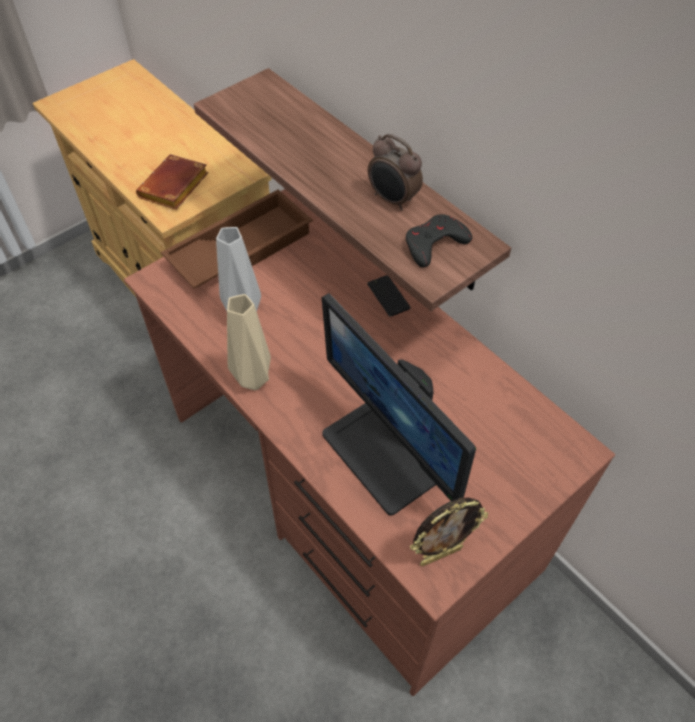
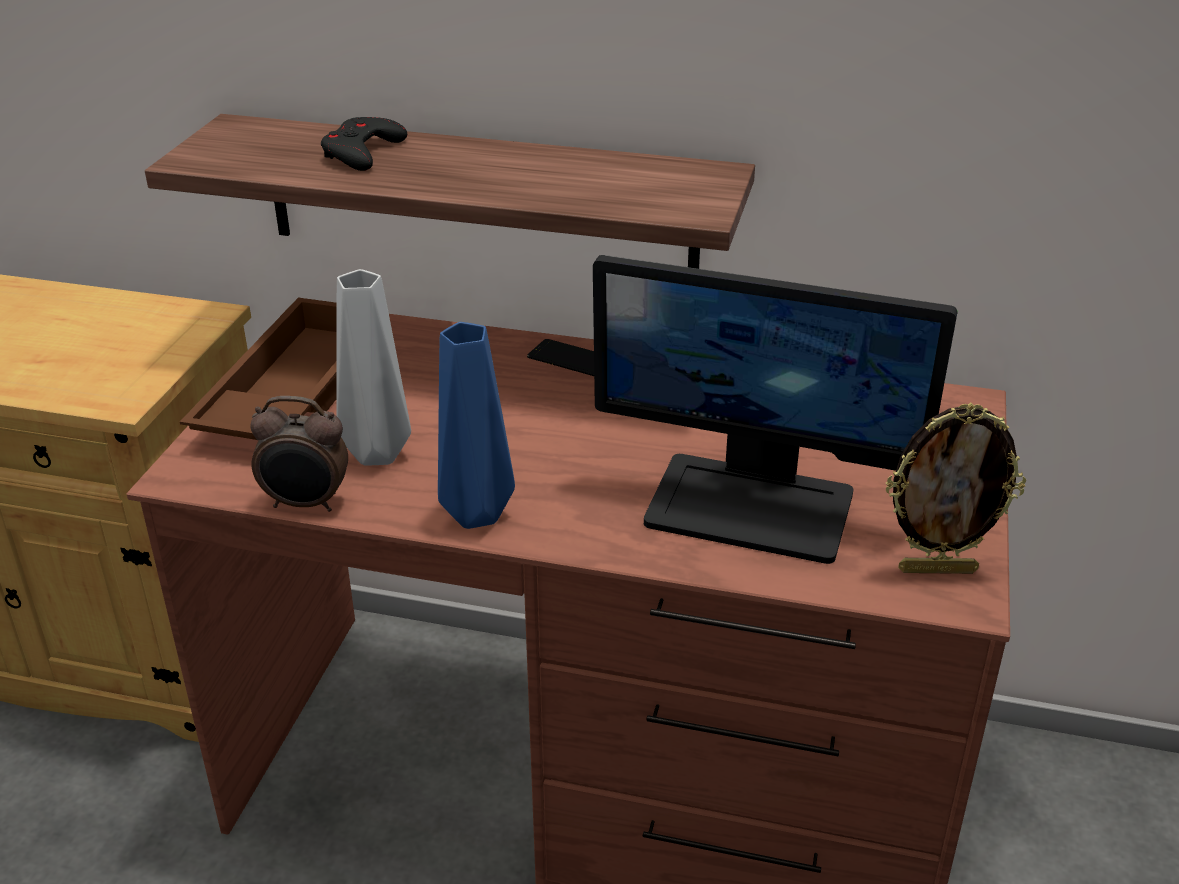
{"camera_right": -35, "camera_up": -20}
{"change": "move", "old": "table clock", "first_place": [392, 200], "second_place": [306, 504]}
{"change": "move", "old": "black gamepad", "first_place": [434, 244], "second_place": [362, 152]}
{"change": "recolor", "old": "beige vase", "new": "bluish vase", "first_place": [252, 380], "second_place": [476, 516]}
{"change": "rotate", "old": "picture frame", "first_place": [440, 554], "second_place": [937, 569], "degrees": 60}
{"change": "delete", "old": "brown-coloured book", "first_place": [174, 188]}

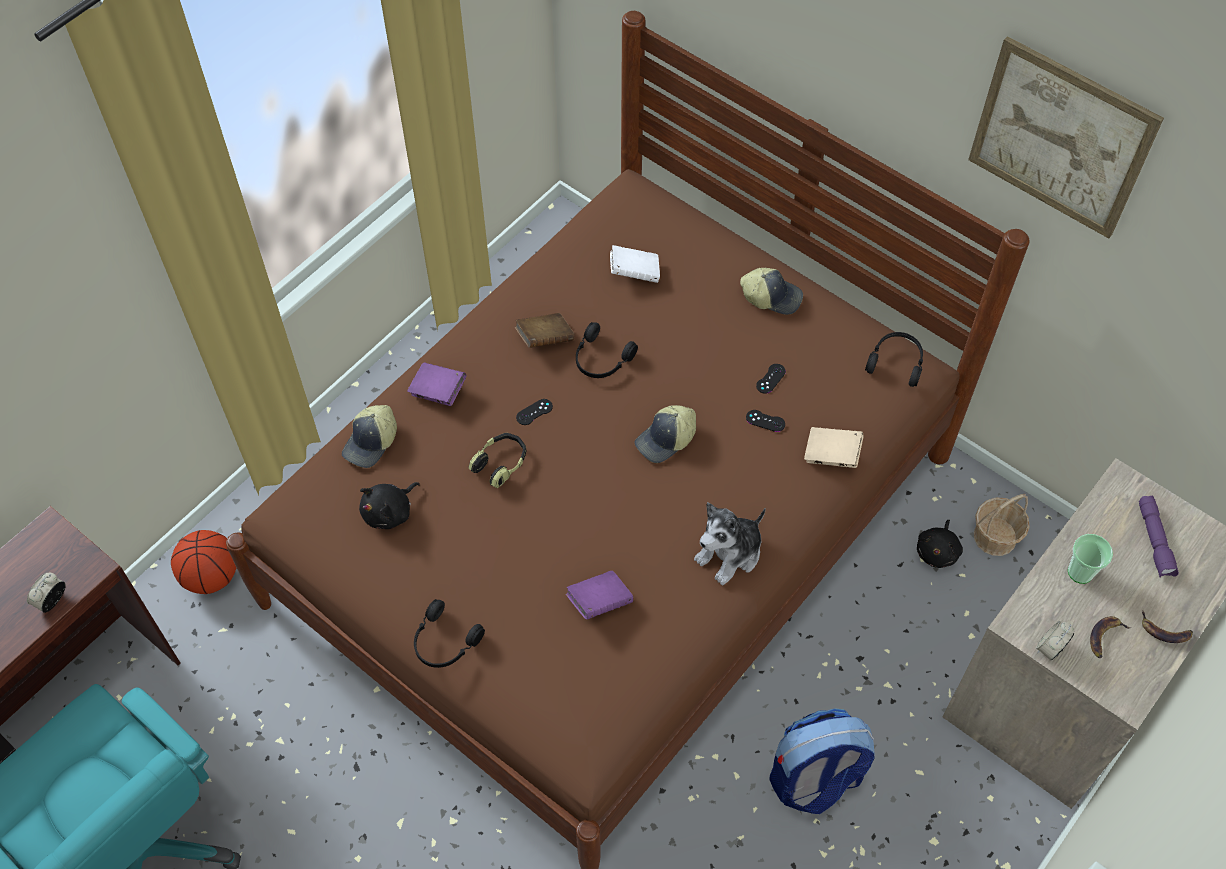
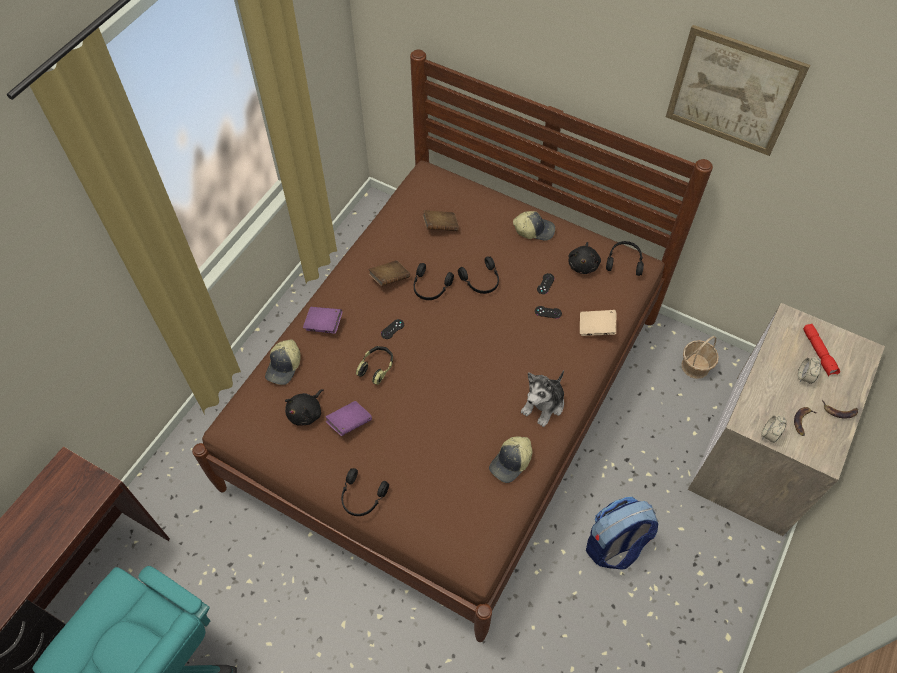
{"camera_right": -10, "camera_up": 0}
{"change": "move", "old": "purplish book", "first_place": [599, 602], "second_place": [349, 423]}
{"change": "recolor", "old": "whitish book", "new": "brown-coloured book", "first_place": [634, 272], "second_place": [440, 226]}
{"change": "insert", "new": "black headphones", "second_place": [481, 281]}
{"change": "move", "old": "peaked cap", "first_place": [666, 440], "second_place": [511, 463]}
{"change": "move", "old": "black soft toy", "first_place": [937, 551], "second_place": [583, 264]}
{"change": "move", "old": "table clock", "first_place": [52, 600], "second_place": [804, 376]}
{"change": "recolor", "old": "purplish flashlight", "new": "red flashlight", "first_place": [1155, 541], "second_place": [819, 353]}
{"change": "delete", "old": "ball for basketball", "first_place": [211, 576]}
{"change": "delete", "old": "drinking cup", "first_place": [1080, 572]}

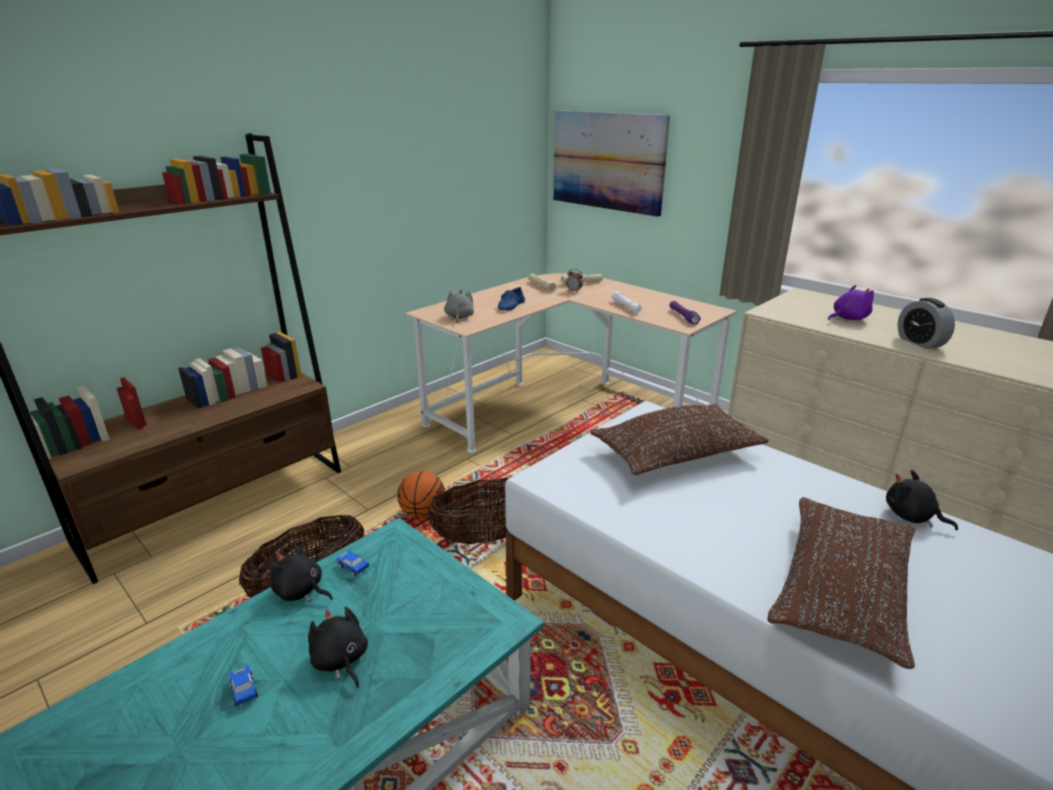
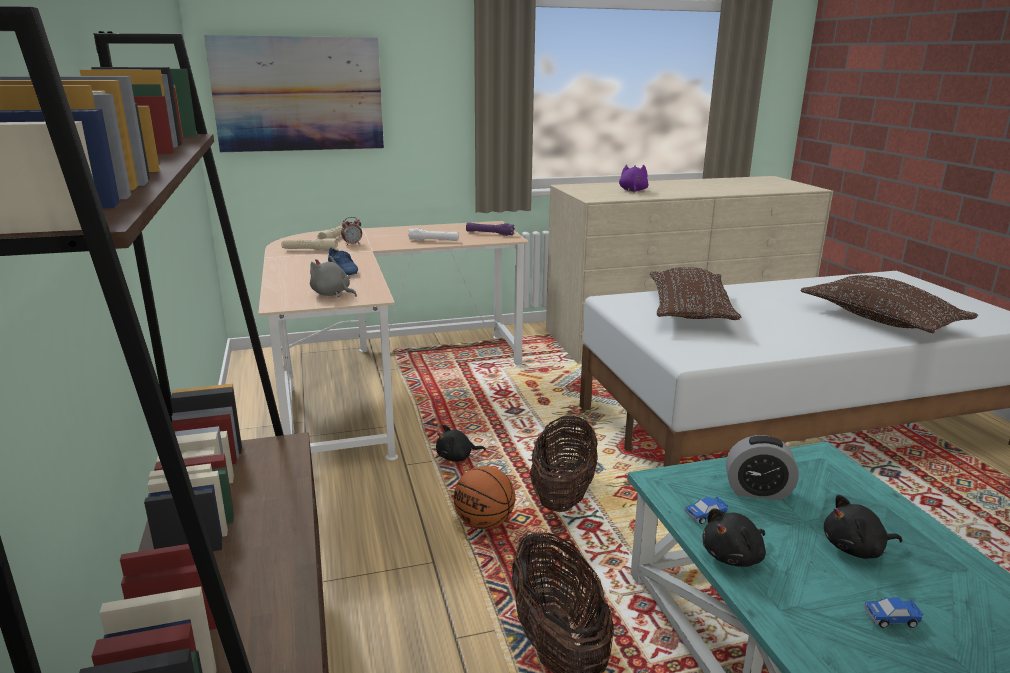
{"camera_right": -60, "camera_up": -5}
{"change": "move", "old": "black soft toy", "first_place": [912, 517], "second_place": [457, 457]}
{"change": "move", "old": "table clock", "first_place": [920, 342], "second_place": [757, 491]}

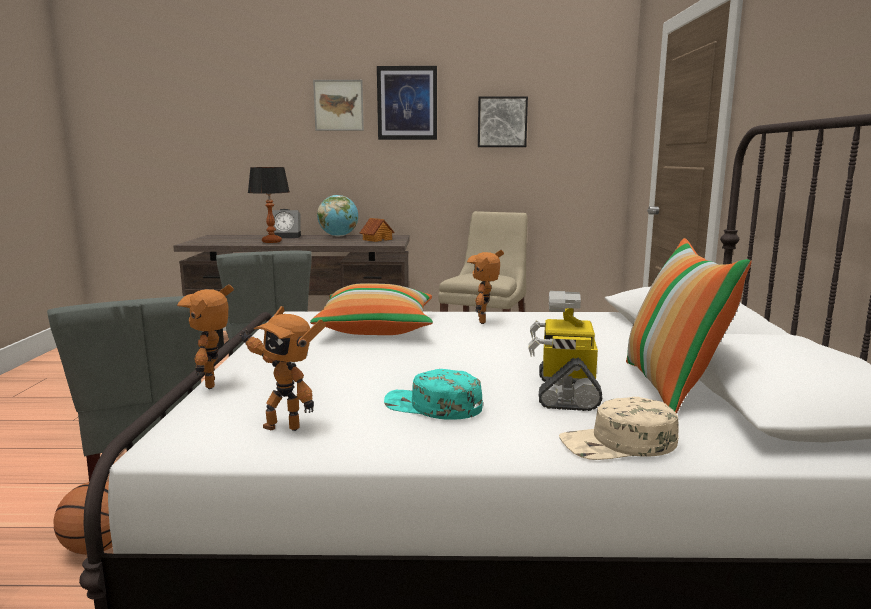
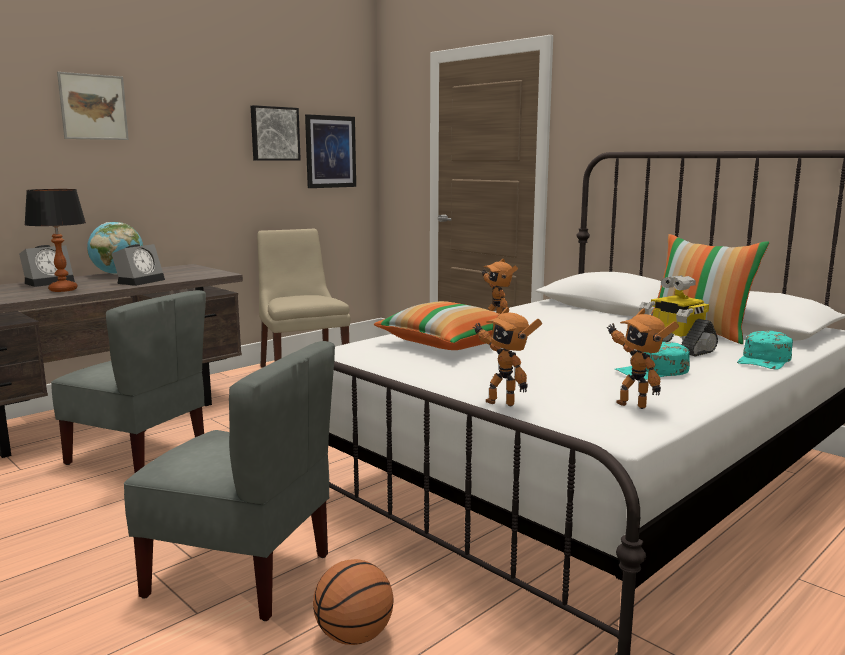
{"camera_right": -45, "camera_up": 0}
{"change": "insert", "new": "table clock", "second_place": [141, 281]}
{"change": "move", "old": "wall picture", "first_place": [407, 103], "second_place": [330, 152]}
{"change": "rotate", "old": "toy robot", "first_place": [283, 426], "second_place": [633, 404], "degrees": 75}
{"change": "recolor", "old": "beige peaked cap", "new": "blue-green peaked cap", "first_place": [618, 444], "second_place": [764, 360]}
{"change": "delete", "old": "model house", "first_place": [377, 239]}

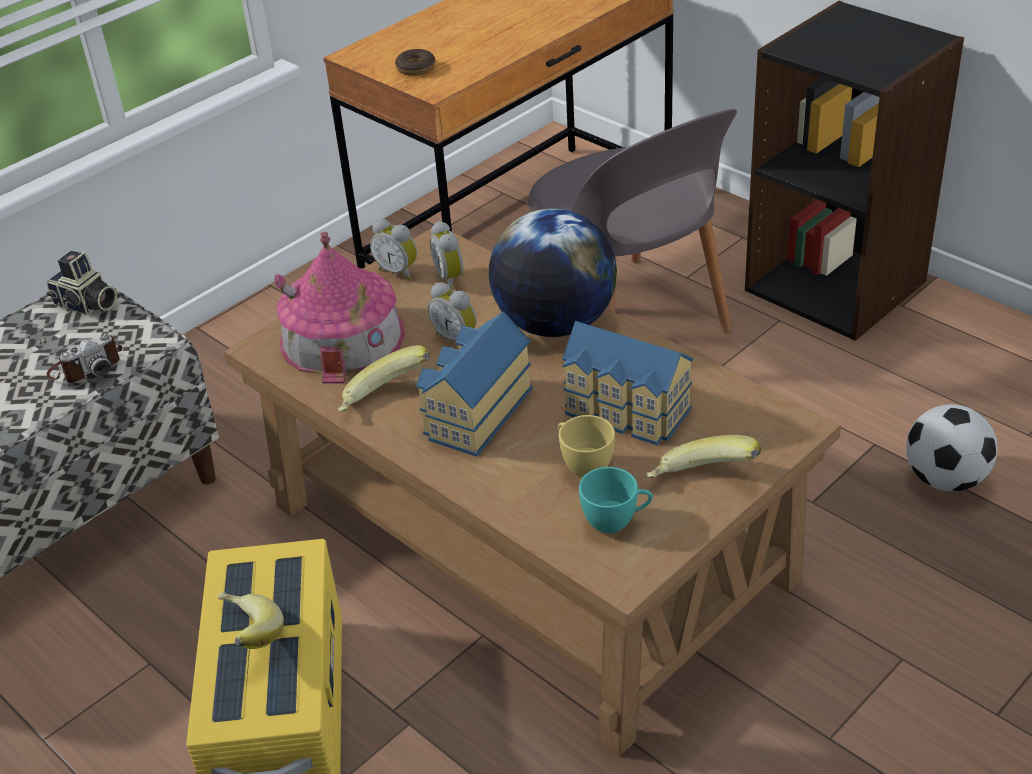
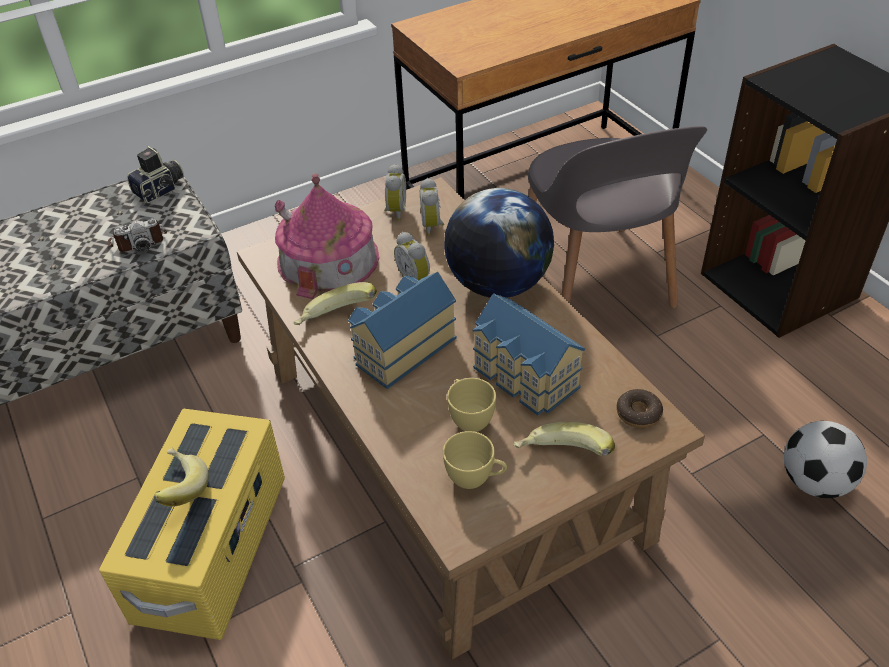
{"camera_right": 15, "camera_up": 5}
{"change": "rotate", "old": "photo camera", "first_place": [86, 305], "second_place": [161, 190], "degrees": -90}
{"change": "rotate", "old": "table clock", "first_place": [398, 271], "second_place": [395, 211], "degrees": -135}
{"change": "recolor", "old": "blue-green drinking cup", "new": "yellow drinking cup", "first_place": [616, 521], "second_place": [475, 478]}
{"change": "move", "old": "ring doughnut", "first_place": [416, 68], "second_place": [638, 413]}

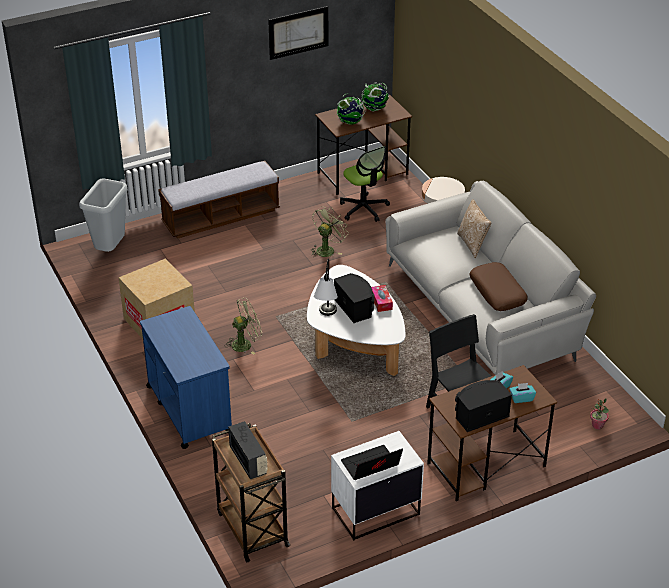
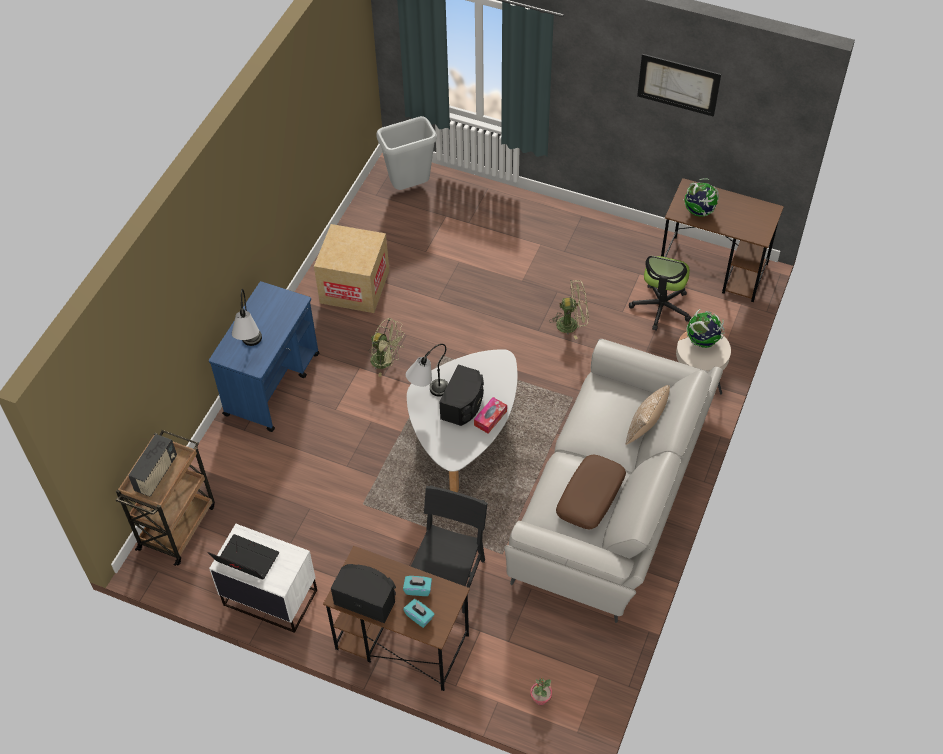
{"camera_right": 50, "camera_up": 15}
{"change": "insert", "new": "tabletop lamp", "second_place": [251, 349]}
{"change": "move", "old": "globe", "first_place": [375, 109], "second_place": [702, 341]}
{"change": "delete", "old": "bench", "first_place": [221, 217]}

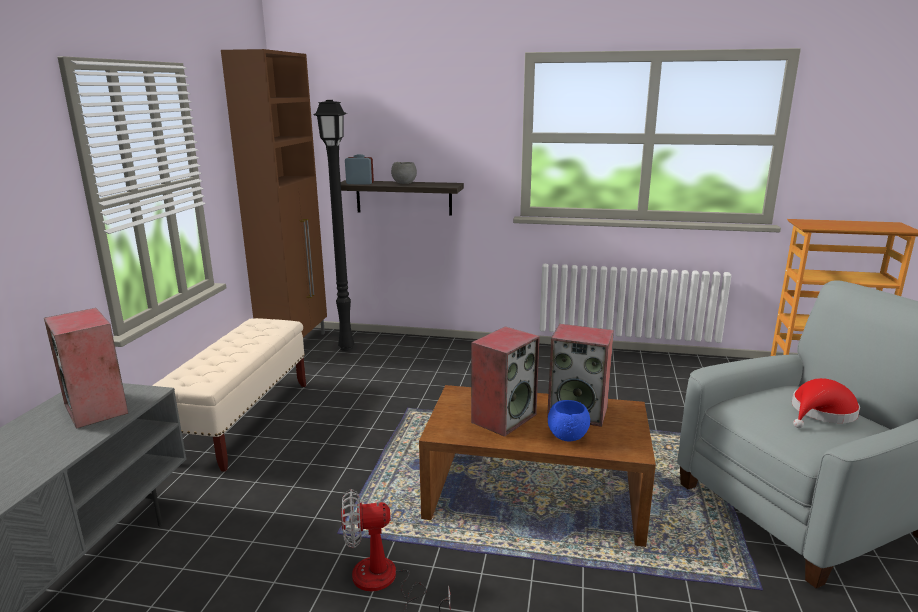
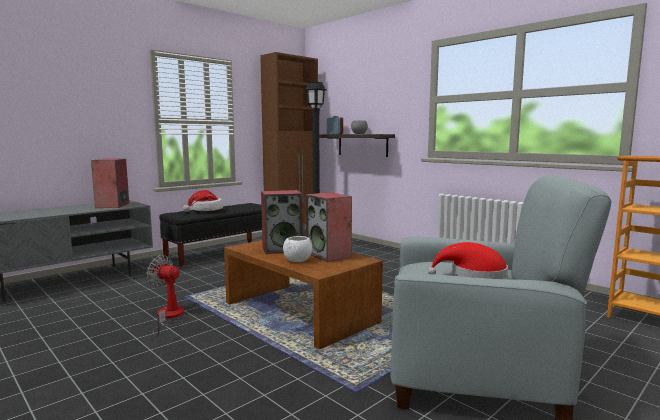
{"camera_right": 35, "camera_up": -10}
{"change": "recolor", "old": "beige bench", "new": "black bench", "first_place": [242, 420], "second_place": [219, 253]}
{"change": "insert", "new": "clothing hat", "second_place": [206, 210]}
{"change": "recolor", "old": "bluish serving bowl", "new": "whitish serving bowl", "first_place": [568, 436], "second_place": [298, 260]}

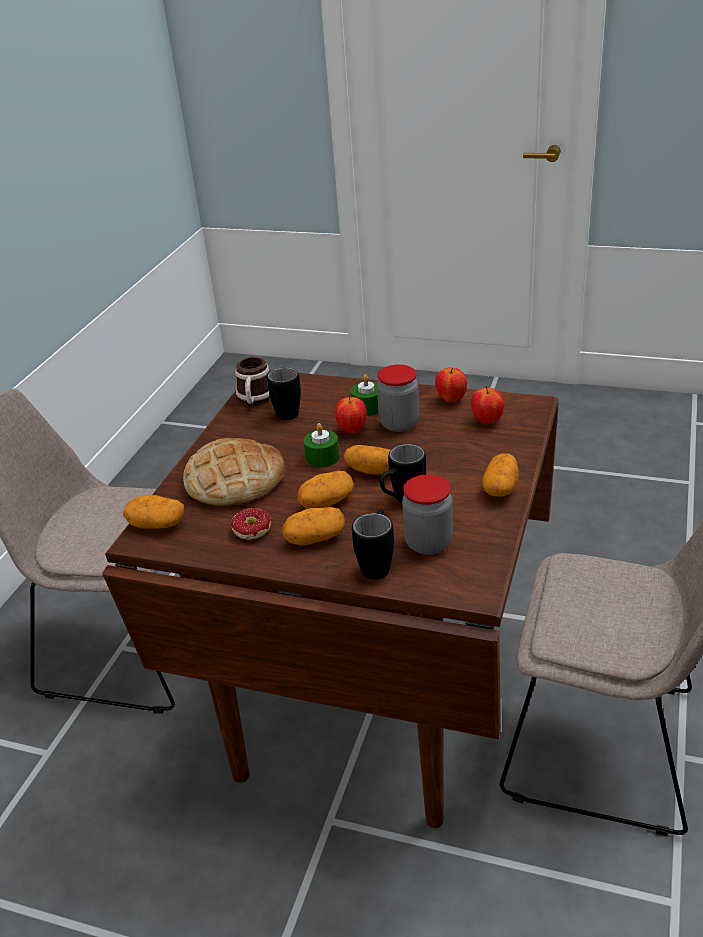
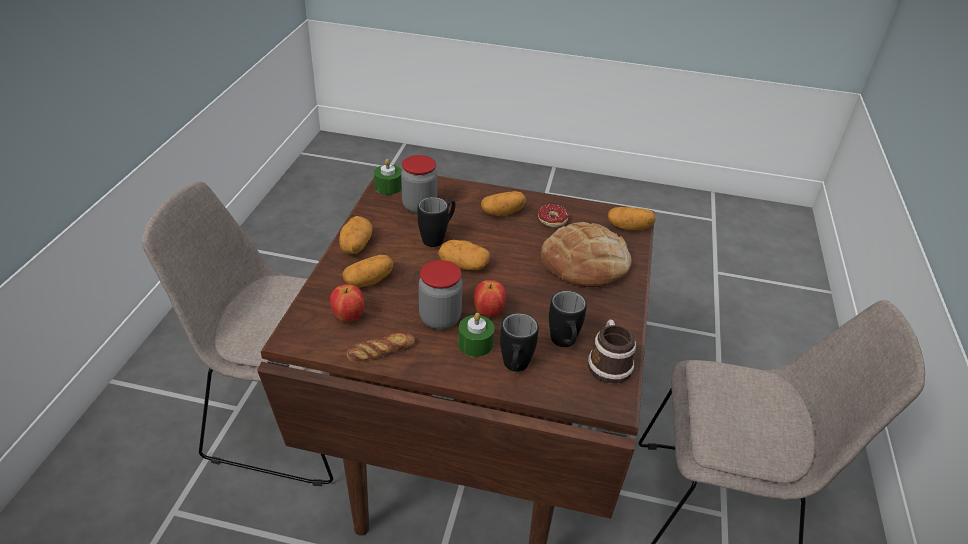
{"camera_right": 170, "camera_up": 5}
{"change": "move", "old": "spud", "first_place": [326, 502], "second_place": [369, 281]}
{"change": "replace", "old": "whole apple", "new": "bread", "first_place": [451, 400], "second_place": [381, 350]}
{"change": "move", "old": "greenish candle", "first_place": [322, 457], "second_place": [388, 187]}
{"change": "move", "old": "black tea mug", "first_place": [377, 564], "second_place": [515, 369]}

